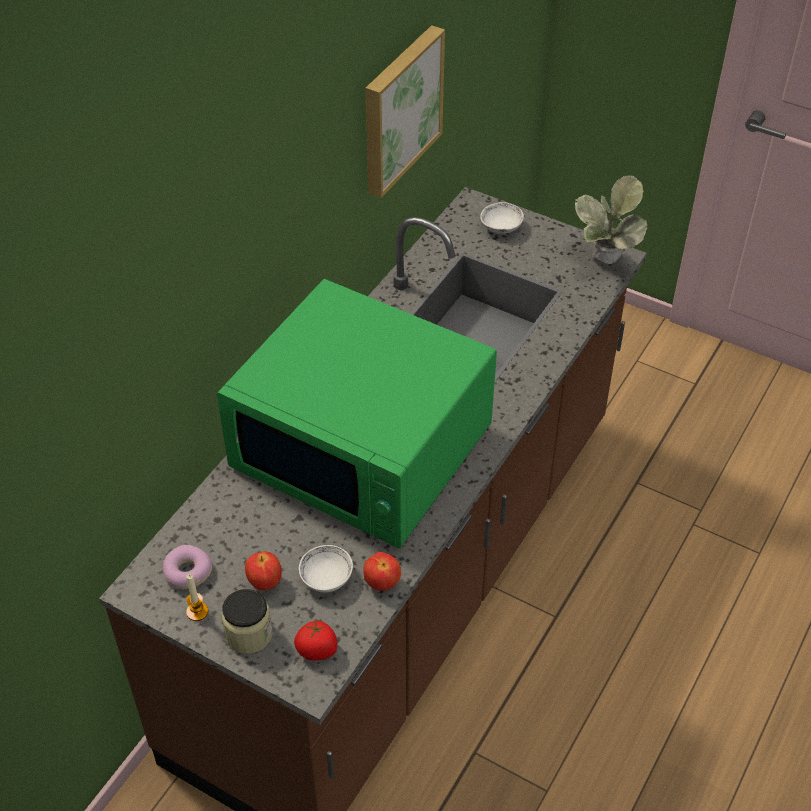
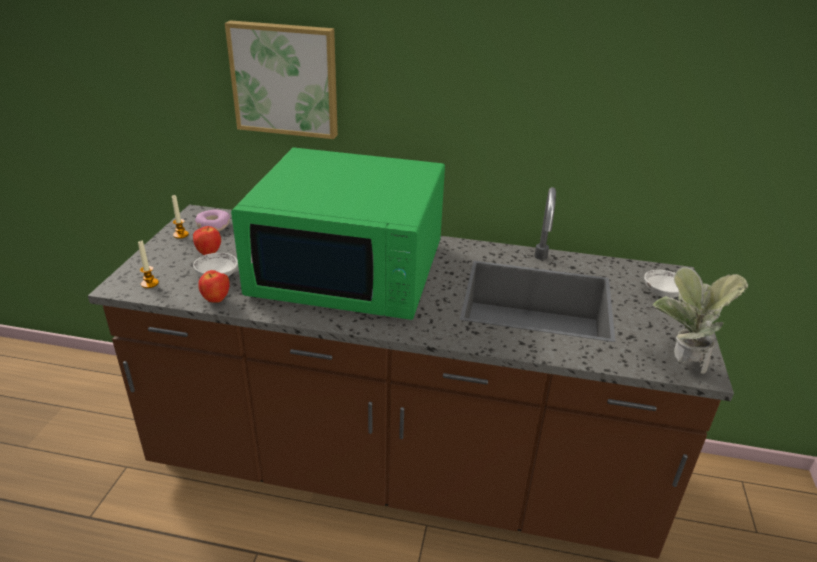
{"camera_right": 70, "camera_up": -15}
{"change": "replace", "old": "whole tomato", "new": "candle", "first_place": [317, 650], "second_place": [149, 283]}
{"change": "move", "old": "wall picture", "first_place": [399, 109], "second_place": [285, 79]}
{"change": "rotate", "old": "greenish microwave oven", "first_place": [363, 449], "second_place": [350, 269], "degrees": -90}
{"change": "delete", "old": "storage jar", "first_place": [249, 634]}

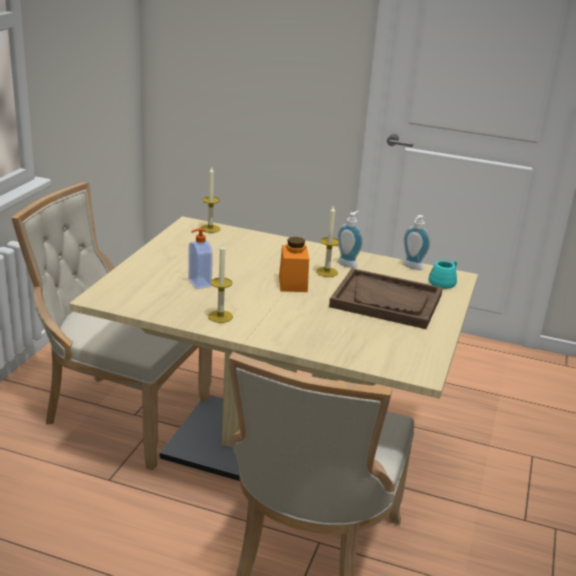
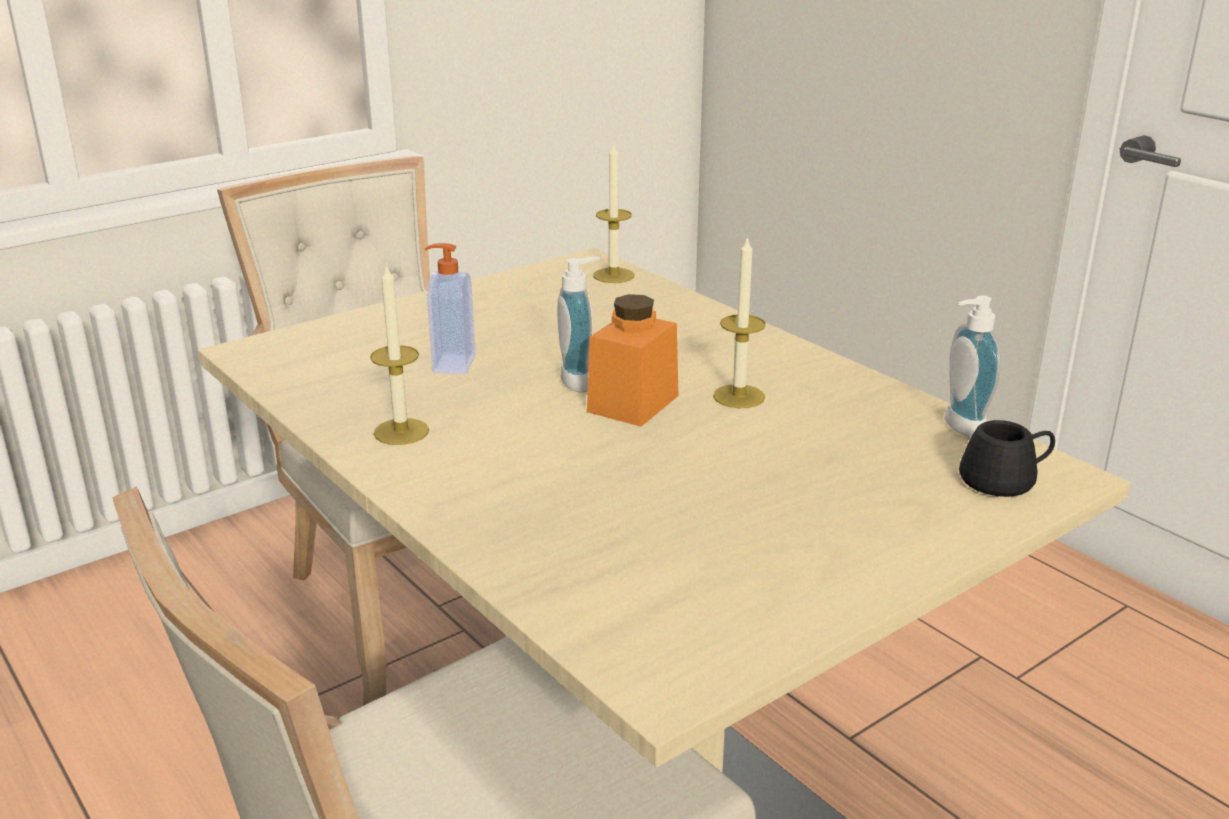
{"camera_right": 35, "camera_up": 0}
{"change": "move", "old": "liquid soap bottle", "first_place": [348, 263], "second_place": [581, 381]}
{"change": "recolor", "old": "blue-green tea mug", "new": "black tea mug", "first_place": [444, 282], "second_place": [1005, 479]}
{"change": "delete", "old": "brown-coloured serving tray", "first_place": [386, 301]}

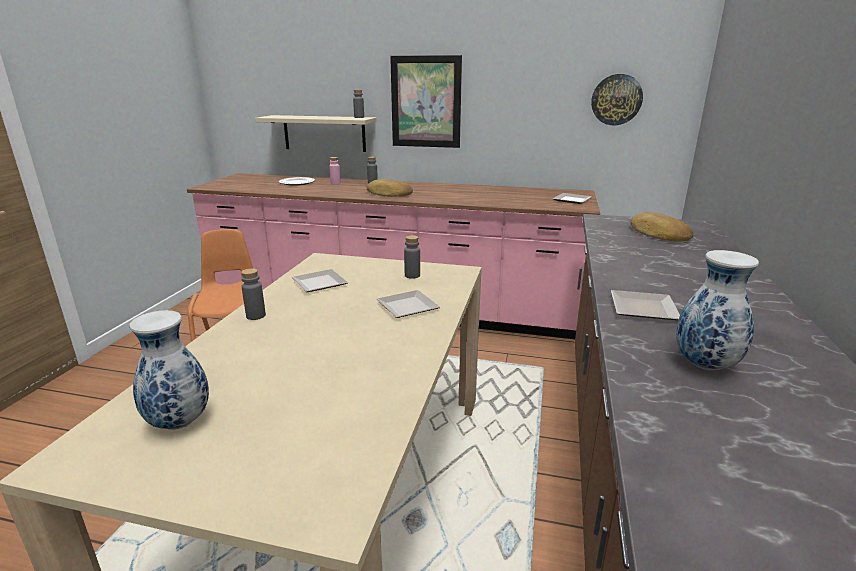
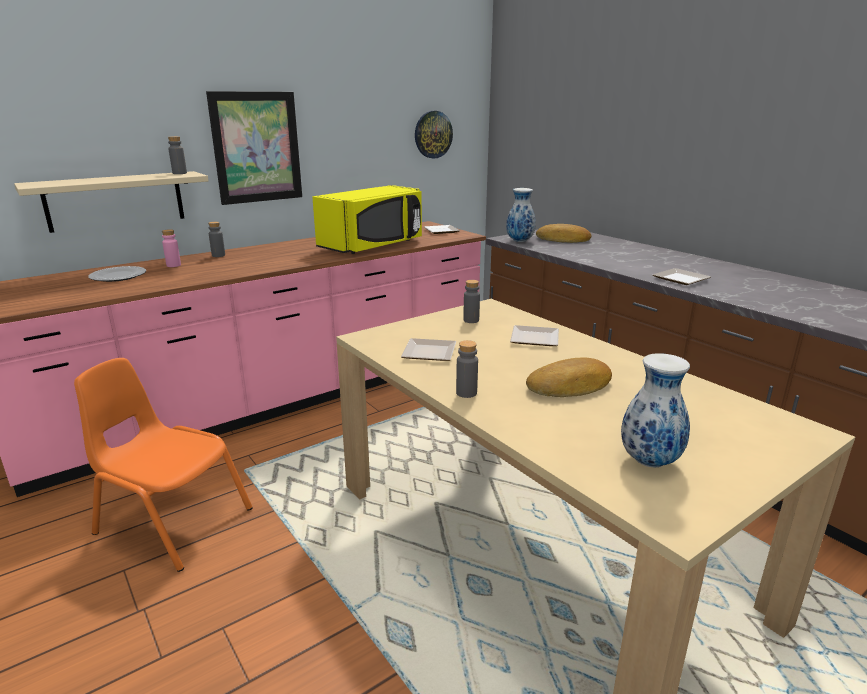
{"camera_right": -50, "camera_up": 0}
{"change": "insert", "new": "yellow microwave oven", "second_place": [373, 245]}
{"change": "move", "old": "vase", "first_place": [703, 364], "second_place": [519, 241]}
{"change": "move", "old": "bread", "first_place": [389, 194], "second_place": [570, 386]}

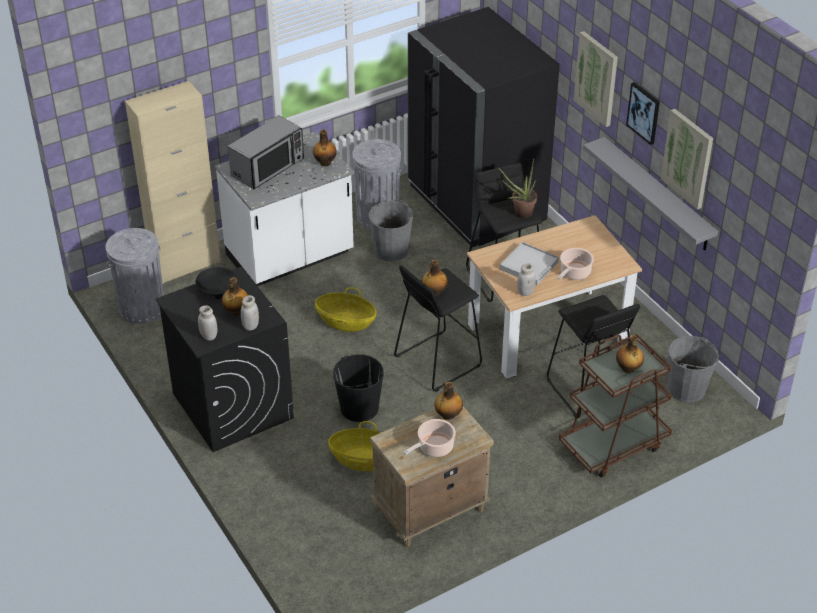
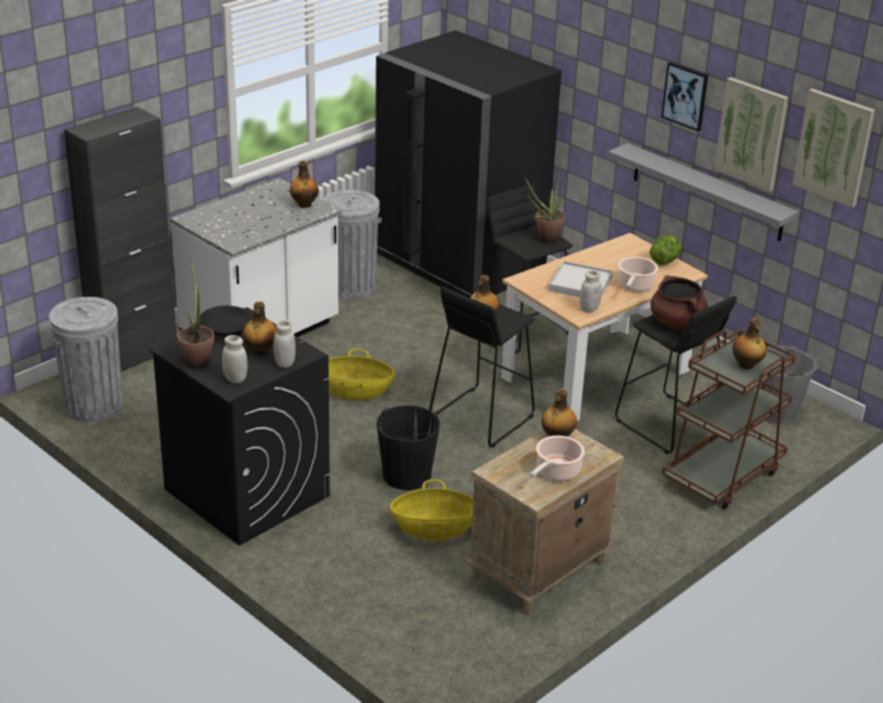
{"camera_right": -15, "camera_up": -10}
{"change": "recolor", "old": "beige cabinet", "new": "black cabinet", "first_place": [185, 265], "second_place": [134, 355]}
{"change": "insert", "new": "potted plant", "second_place": [197, 358]}
{"change": "insert", "new": "head of lettuce", "second_place": [664, 261]}
{"change": "insert", "new": "brown-coloured stockpot", "second_place": [677, 323]}
{"change": "move", "old": "wall picture", "first_place": [597, 78], "second_place": [834, 147]}
{"change": "delete", "old": "microwave oven", "first_place": [268, 167]}
{"change": "delete", "old": "grey water bucket", "first_place": [391, 250]}

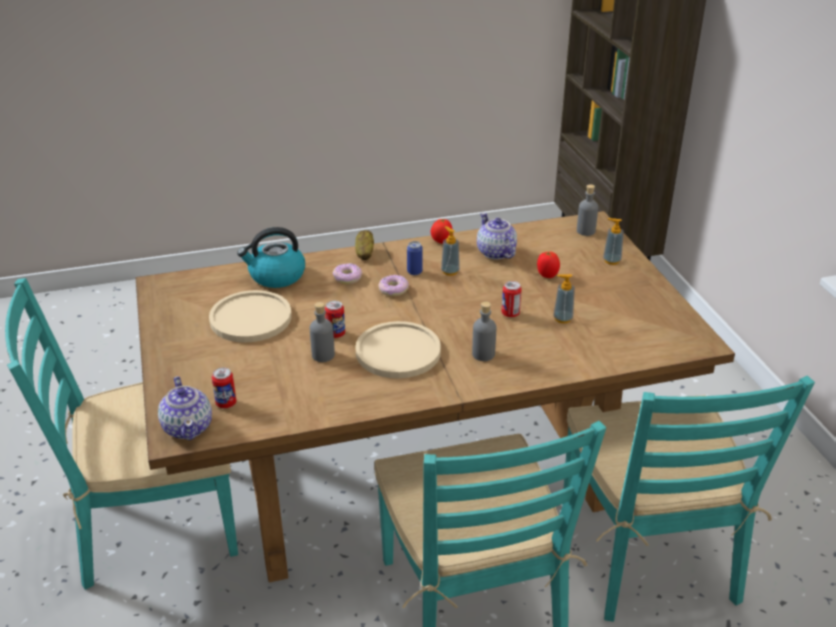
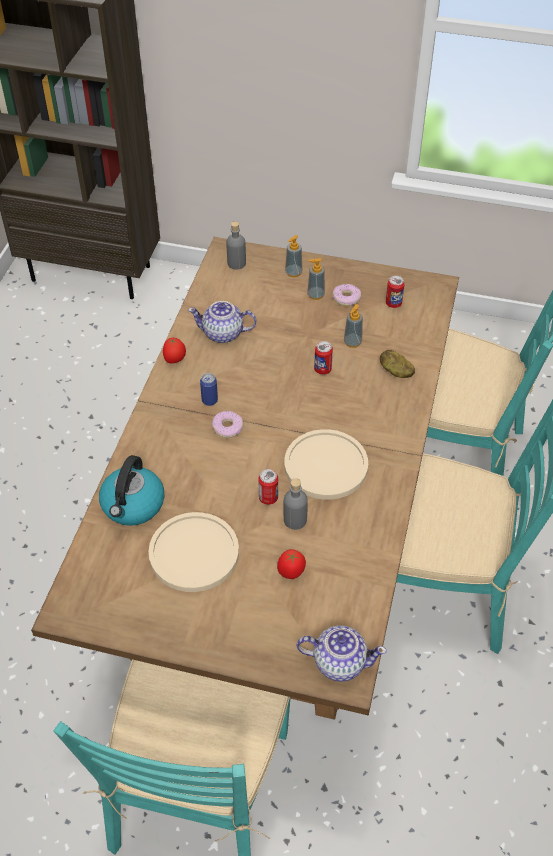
{"camera_right": -60, "camera_up": 15}
{"change": "move", "old": "whole tomato", "first_place": [547, 275], "second_place": [291, 572]}
{"change": "move", "old": "liquid soap bottle", "first_place": [450, 271], "second_place": [315, 295]}
{"change": "move", "old": "ring doughnut", "first_place": [347, 278], "second_place": [346, 298]}
{"change": "move", "old": "spud", "first_place": [364, 253], "second_place": [395, 372]}
{"change": "move", "old": "metal can", "first_place": [226, 403], "second_place": [393, 303]}
{"change": "delete", "old": "grey beverage bottle", "first_place": [483, 354]}

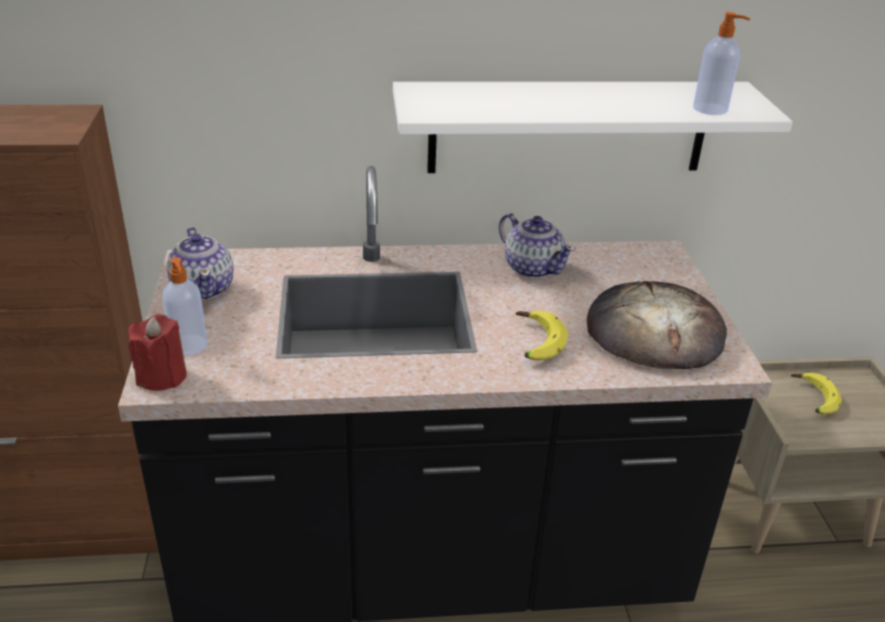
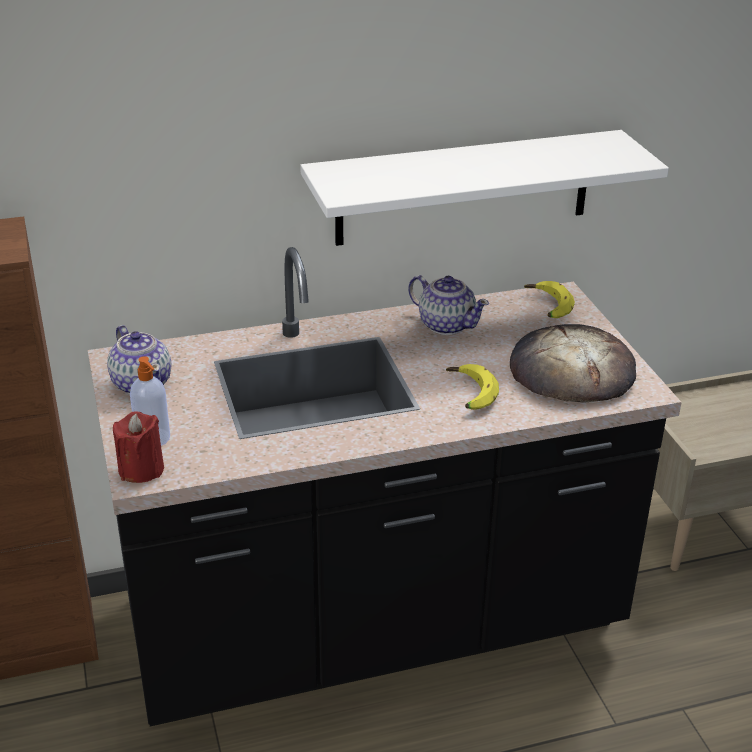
{"camera_right": -10, "camera_up": 0}
{"change": "move", "old": "banana", "first_place": [812, 399], "second_place": [546, 306]}
{"change": "delete", "old": "liquid soap bottle", "first_place": [711, 109]}

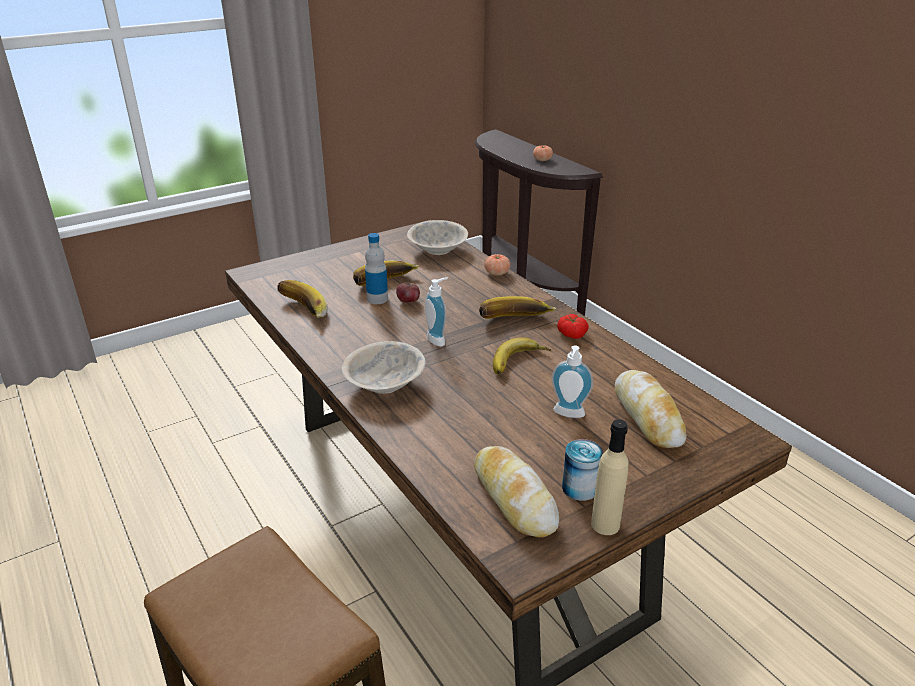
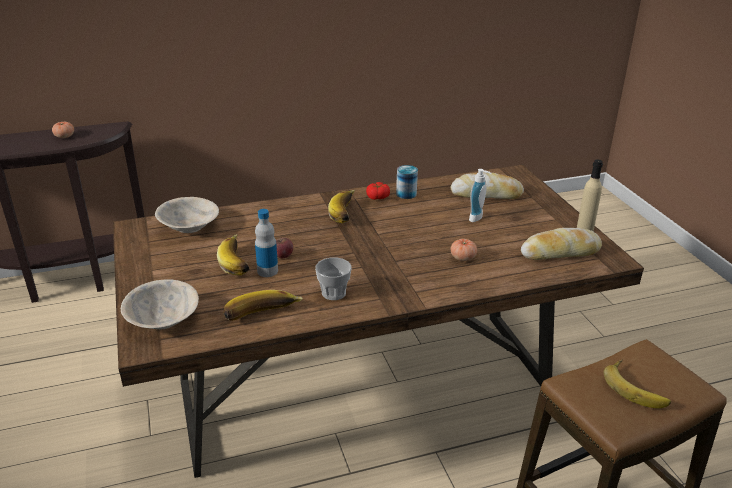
{"camera_right": -75, "camera_up": 0}
{"change": "move", "old": "beige serving bowl", "first_place": [385, 384], "second_place": [163, 319]}
{"change": "insert", "new": "drinking cup", "second_place": [334, 293]}
{"change": "move", "old": "metal can", "first_place": [580, 488], "second_place": [406, 194]}
{"change": "move", "old": "whole tomato", "first_place": [497, 273], "second_place": [463, 257]}
{"change": "move", "old": "banana", "first_place": [519, 362], "second_place": [636, 388]}
{"change": "delete", "old": "liquid soap bottle", "first_place": [438, 339]}

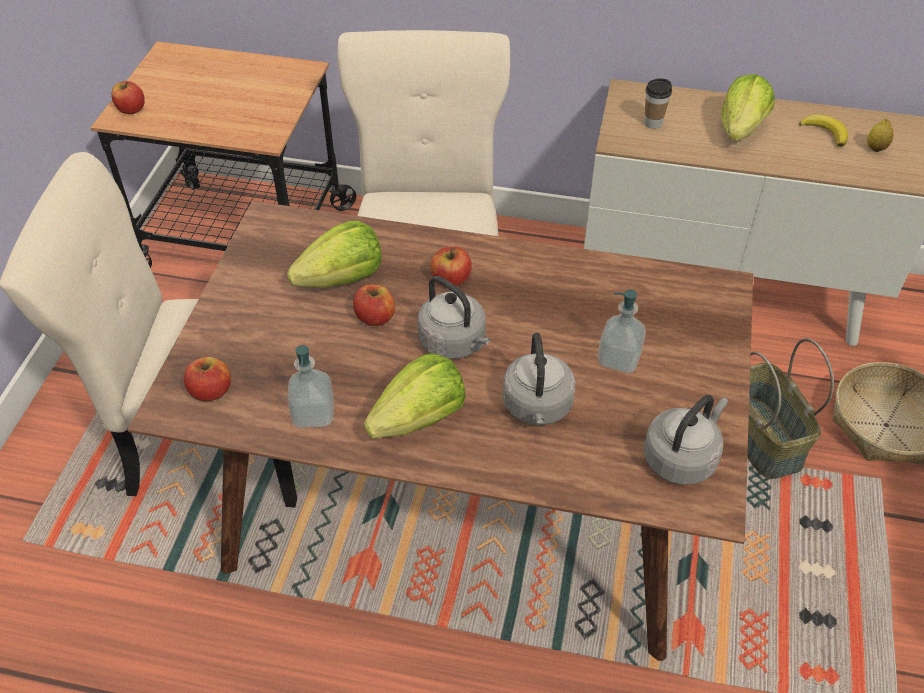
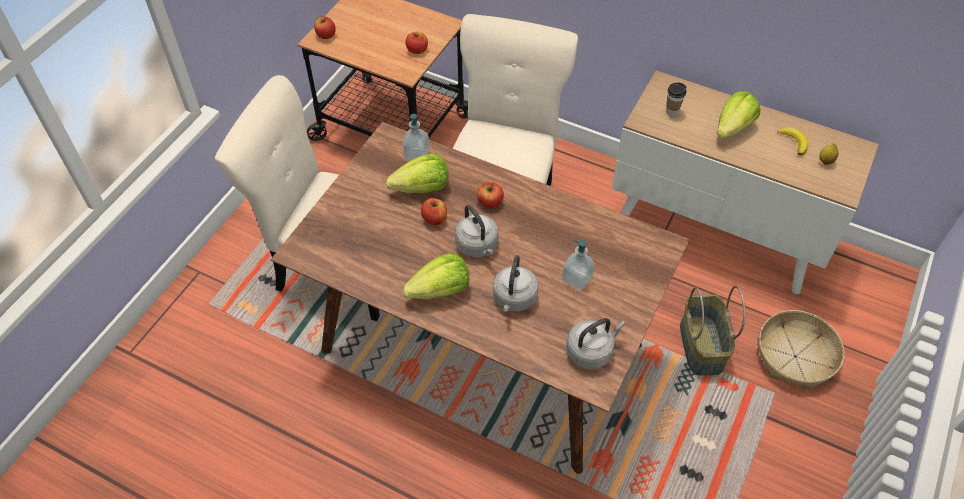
{"camera_right": 15, "camera_up": 5}
{"change": "move", "old": "liquid soap bottle", "first_place": [313, 414], "second_place": [416, 154]}
{"change": "move", "old": "whole apple", "first_place": [211, 391], "second_place": [417, 50]}

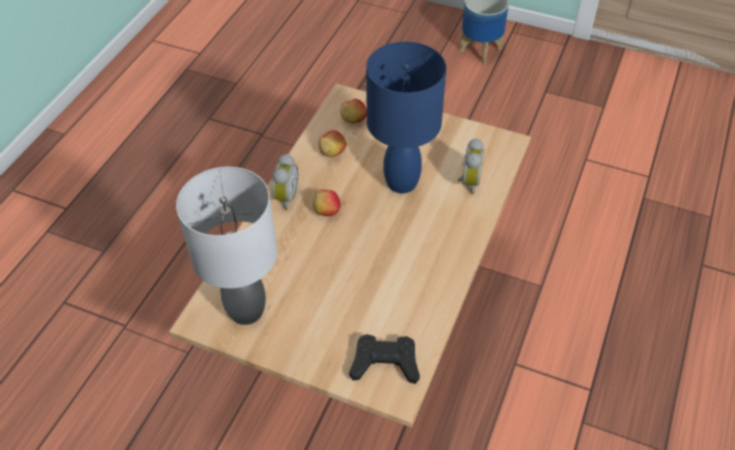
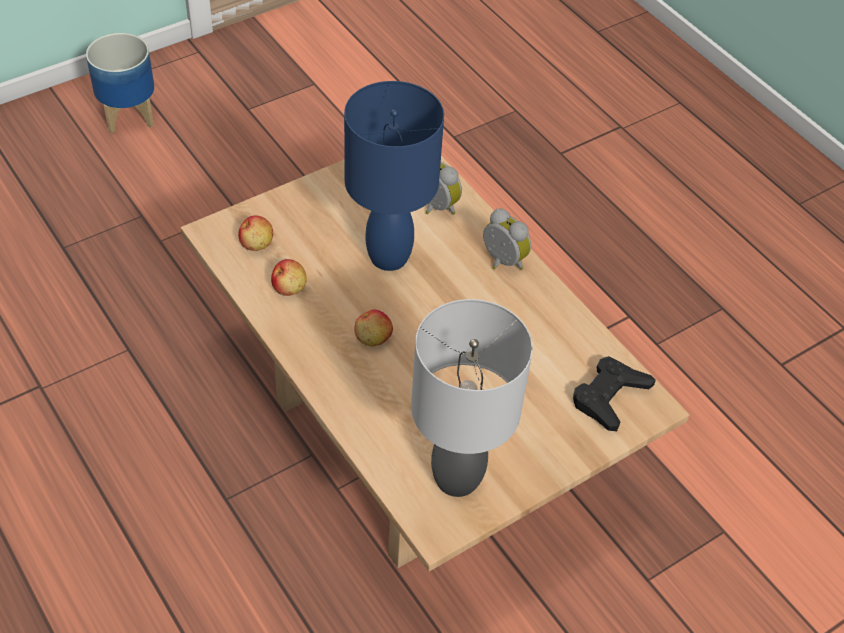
{"camera_right": -60, "camera_up": 0}
{"change": "move", "old": "table clock", "first_place": [284, 197], "second_place": [502, 262]}

